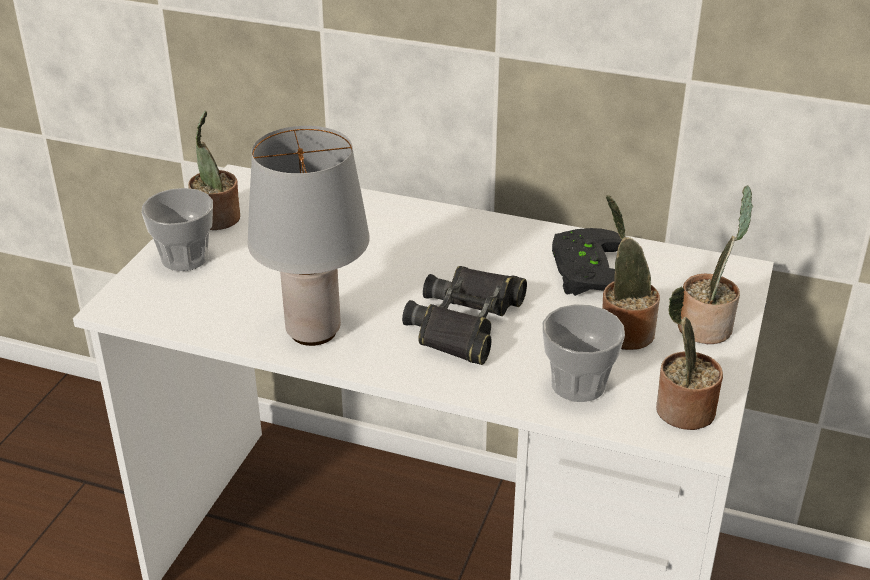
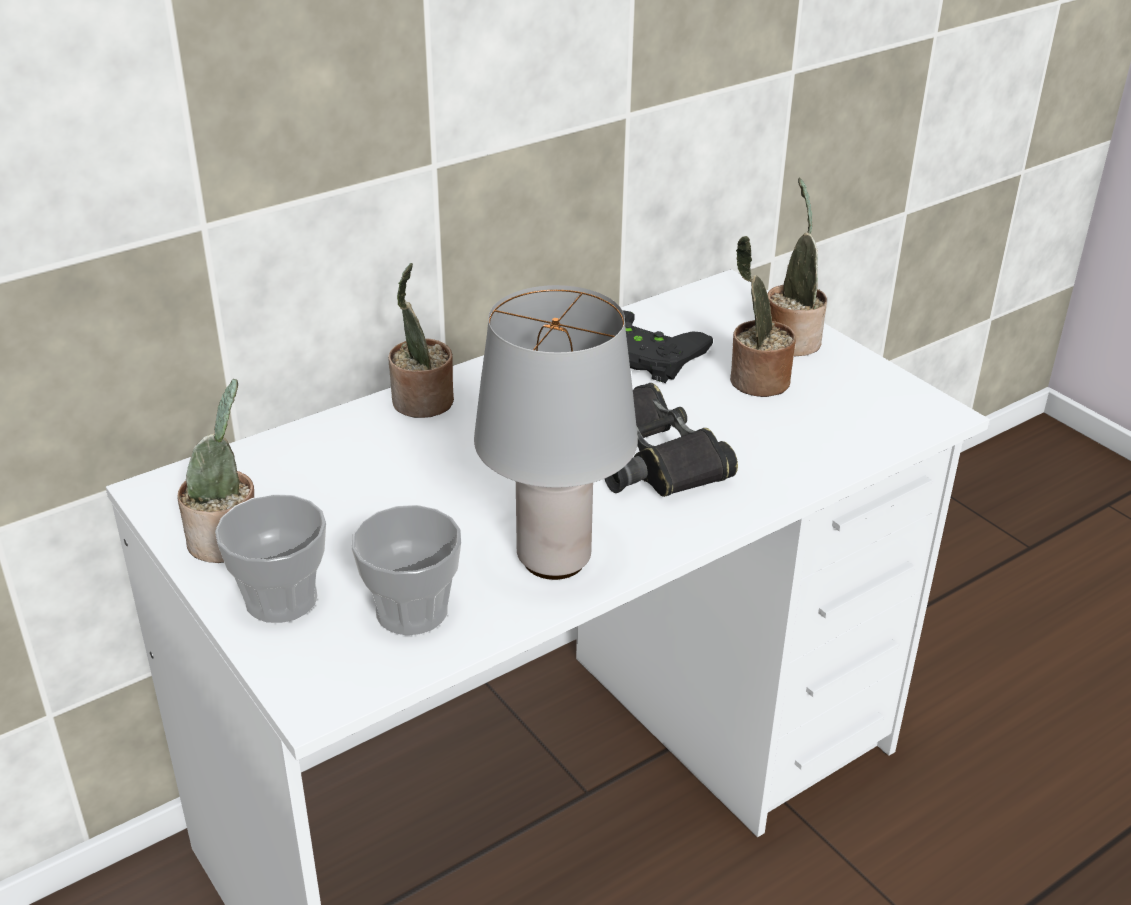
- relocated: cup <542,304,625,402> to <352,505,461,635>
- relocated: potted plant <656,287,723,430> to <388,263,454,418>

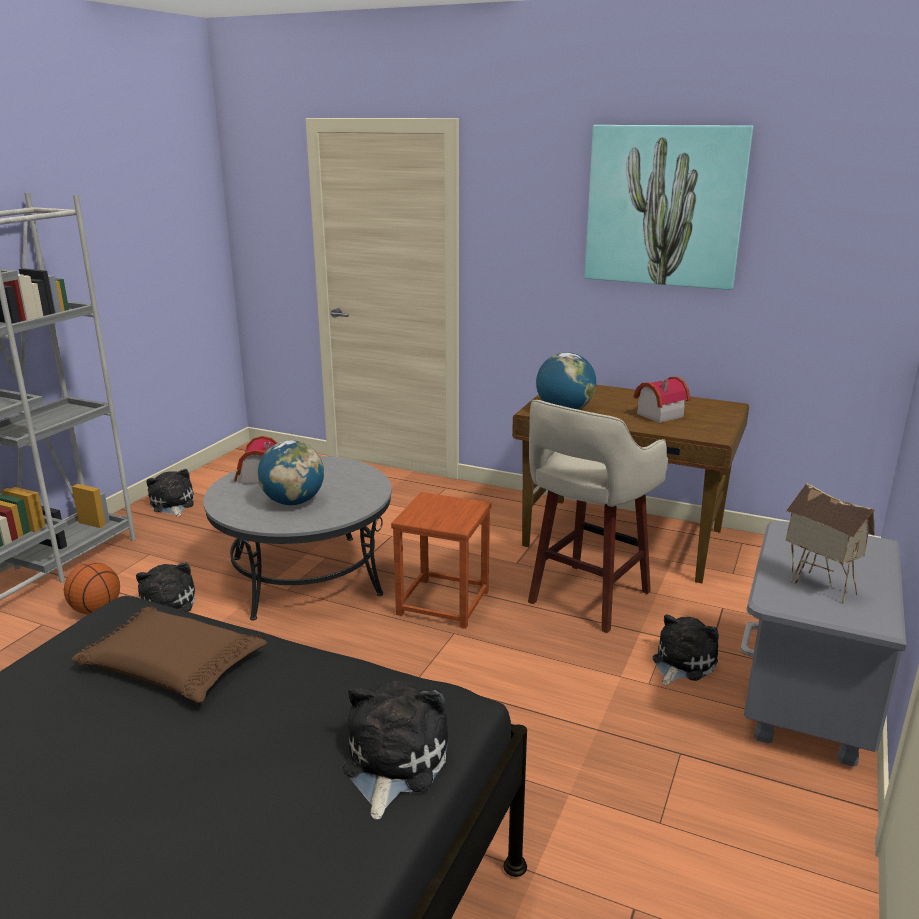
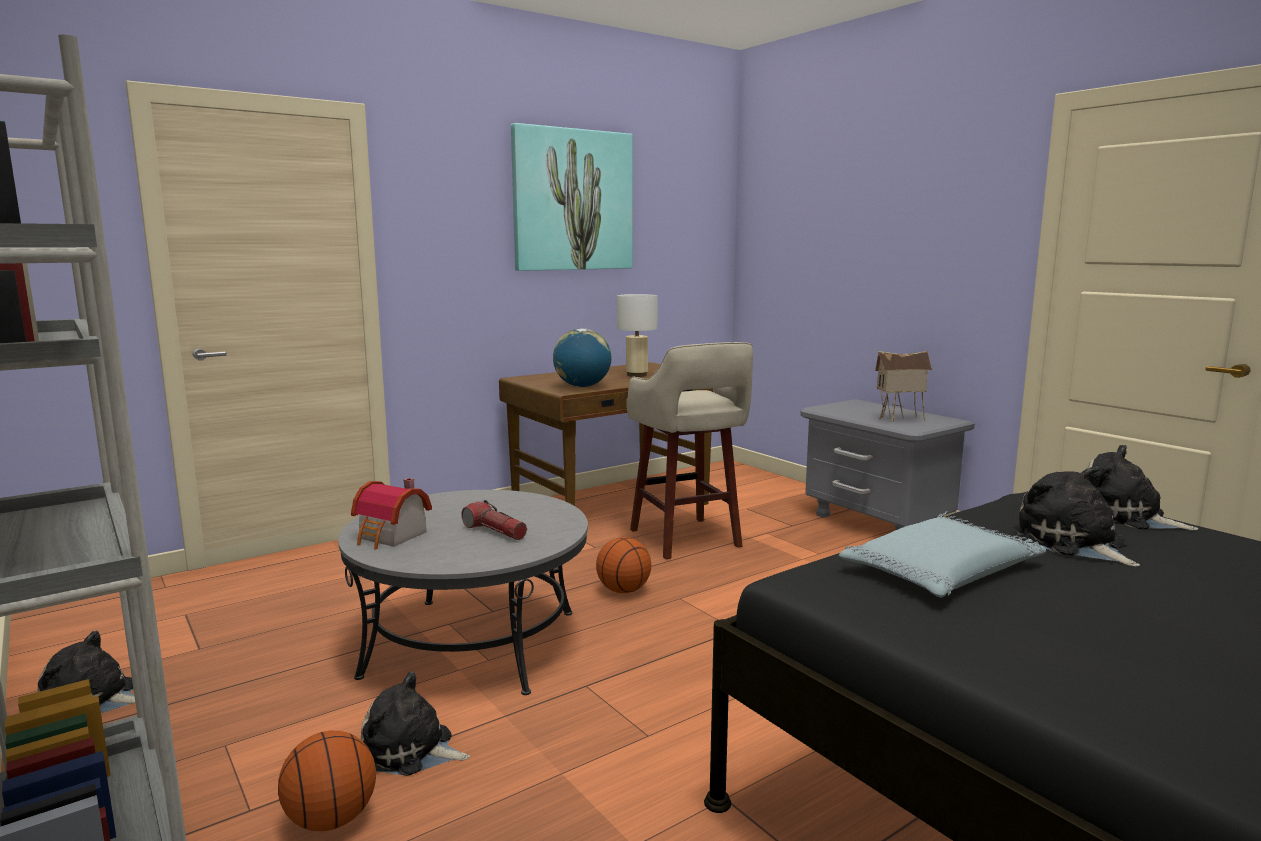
- exchanged: globe <258,440,324,505> to flashlight <461,500,527,540>
- exchanged: stool in brown <391,492,492,629> to basketball <596,537,651,593>
- exchanged: toy house <633,377,690,423> to table lamp in white <616,294,658,377>
- colour: pillow in brown <72,606,267,703> to pillow in blue <839,511,1046,598>
- relocated: plush toy <653,614,719,686> to <1014,466,1140,567>

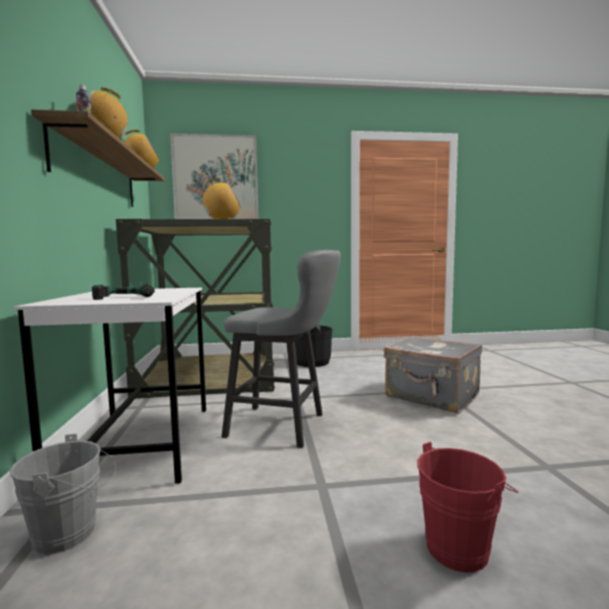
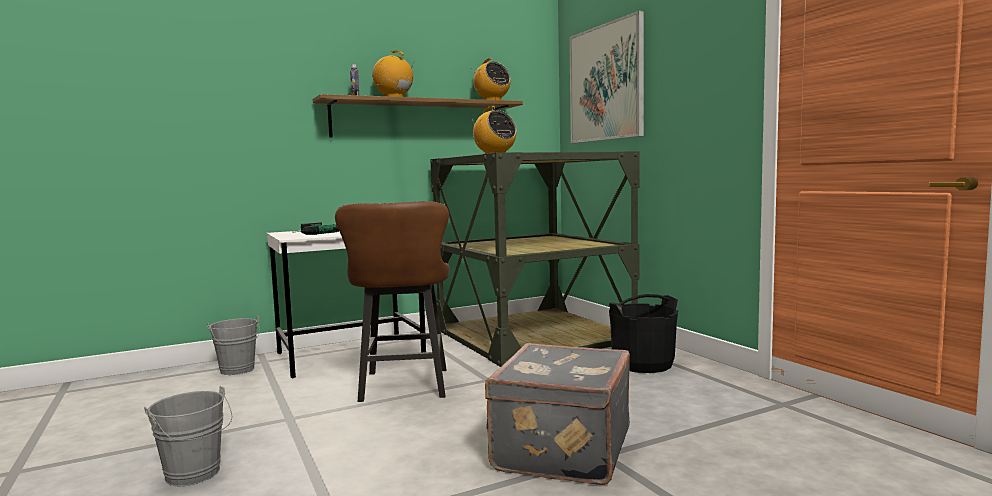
- colour: bucket in red <417,442,518,573> to bucket in grey <144,386,232,487>
- colour: stool in grey <221,249,341,448> to stool in brown <335,201,450,402>

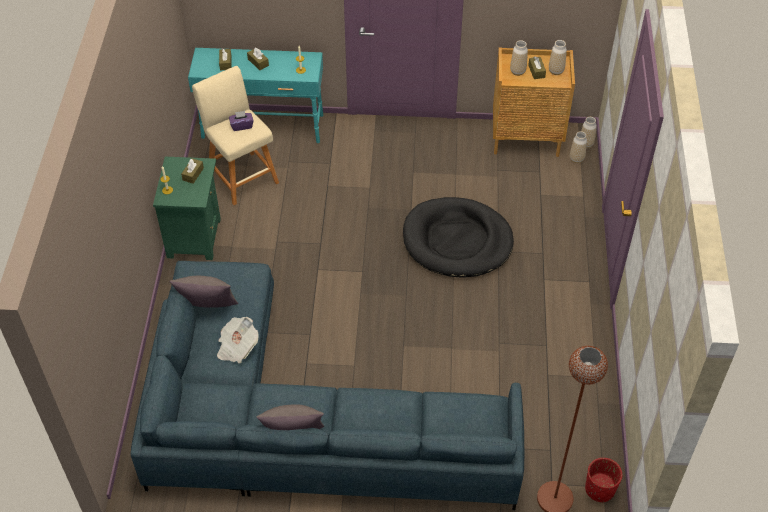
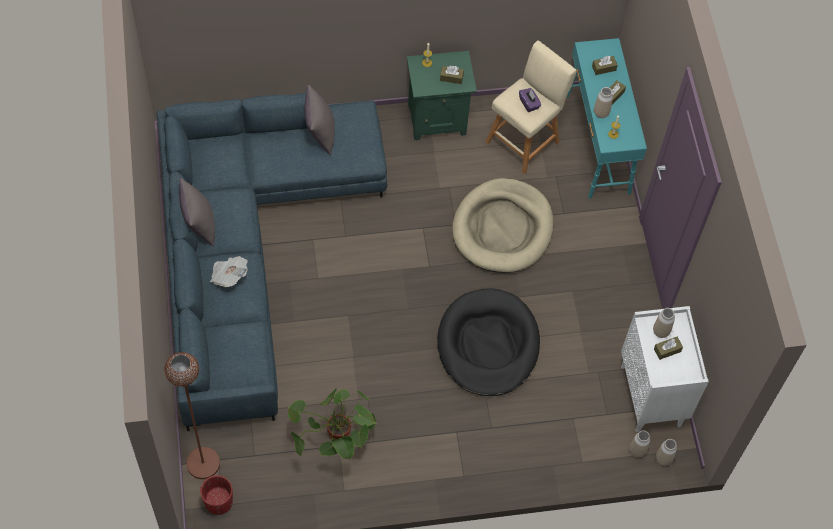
- relocated: newspaper <217,317,259,363> to <210,256,248,287>
- appeared: potted plant <288,388,376,459>
- appeared: dog bed in beige <452,178,554,273>
- relocated: vase <549,40,567,75> to <594,87,613,118>
- colour: cabinet in brown <493,47,575,157> to cabinet in white <621,306,709,432>

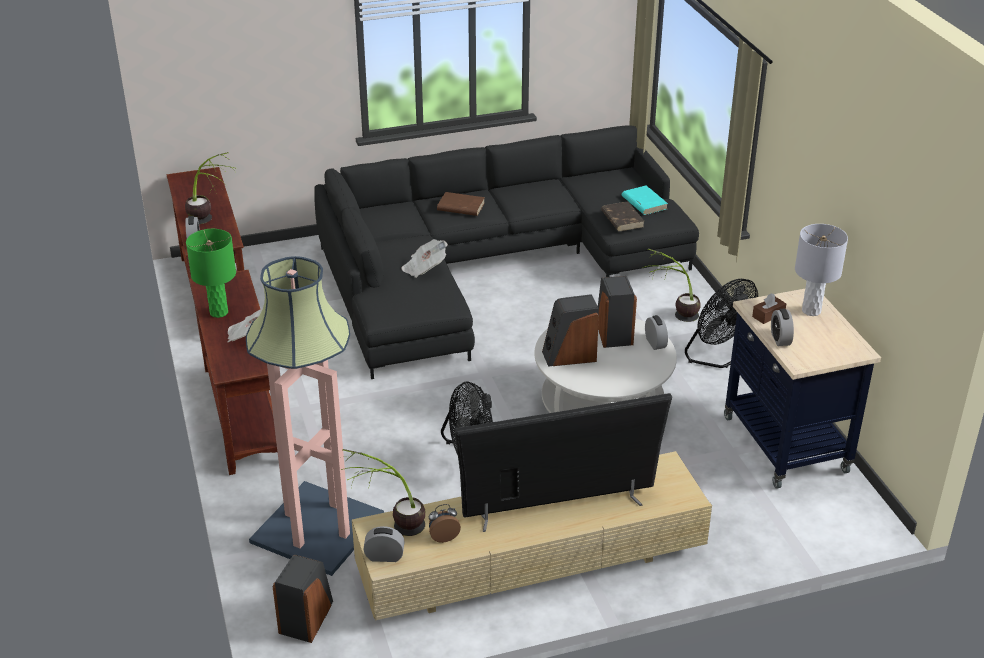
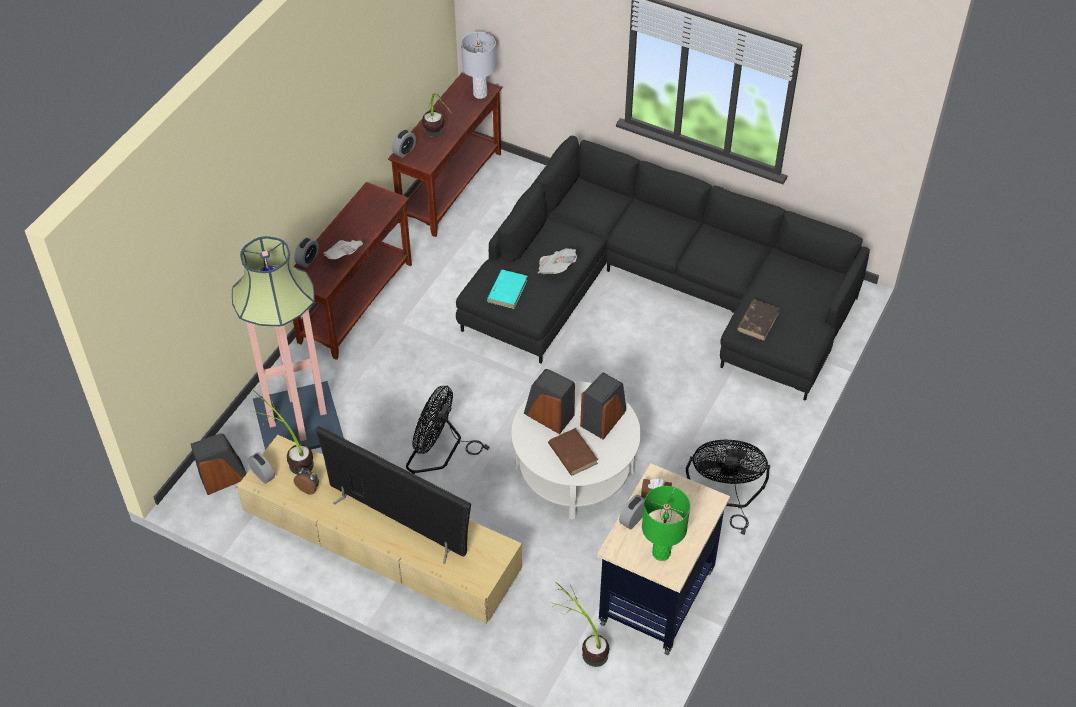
- relocated: alarm clock <645,315,668,350> to <294,237,319,267>
- relocated: table lamp in grey <795,224,848,316> to <461,32,496,99>
- relocated: book in turquoise <622,186,668,215> to <487,270,528,309>
- relocated: book in brown <437,192,485,216> to <548,428,598,475>
- relocated: potted plant <641,248,701,322> to <550,582,609,667>
- relocated: table lamp in green <186,229,236,318> to <642,486,690,561>

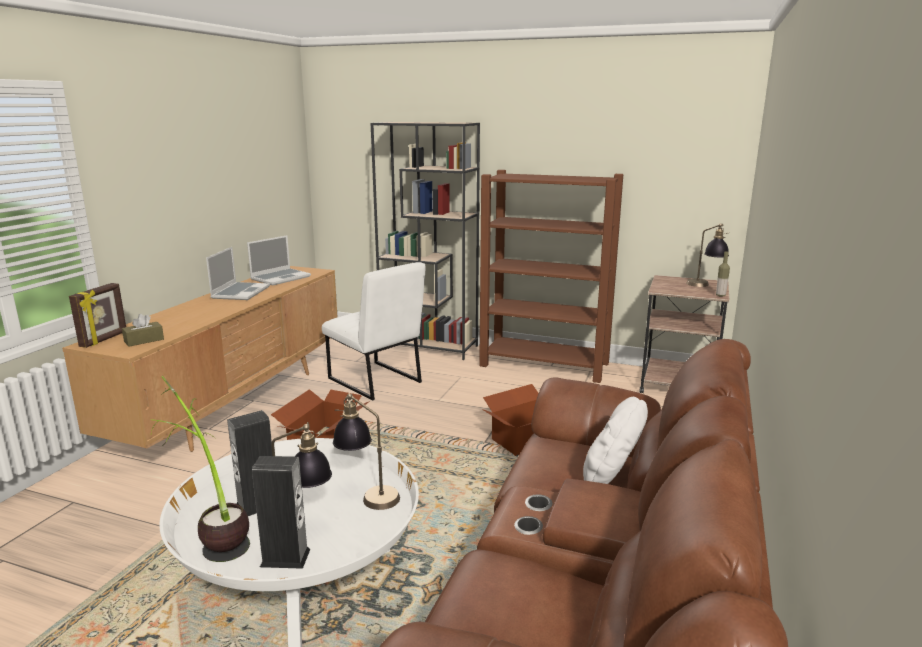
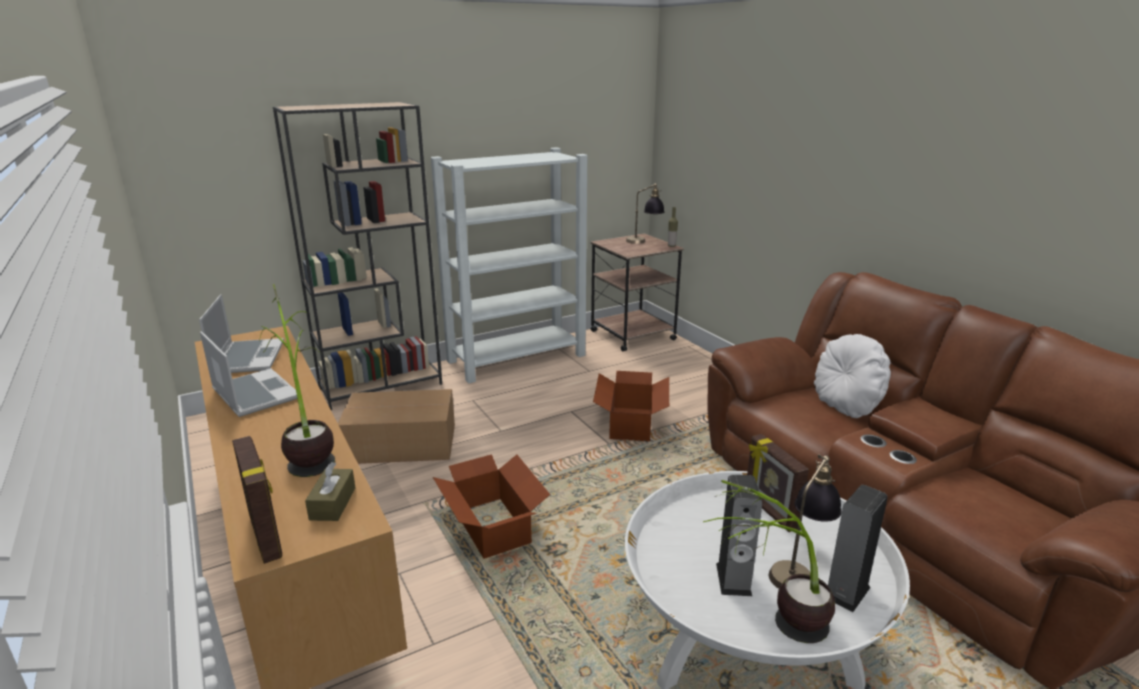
- appeared: potted plant <259,284,335,477>
- exchanged: chair in white <322,262,425,401> to cardboard box <338,389,455,464>
- colour: bookcase in brown <479,170,623,383> to bookcase in white <431,147,587,383>
- exchanged: table lamp <333,393,400,510> to picture frame <747,434,809,532>

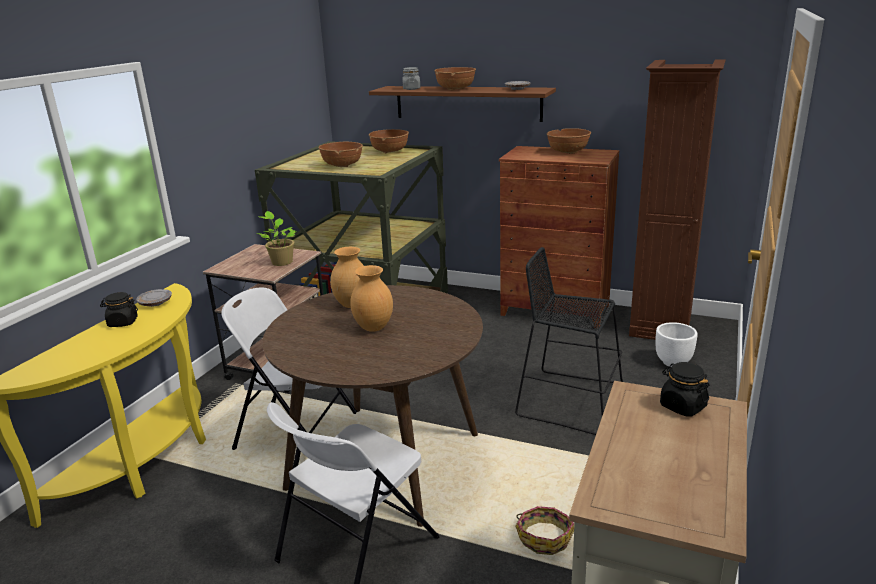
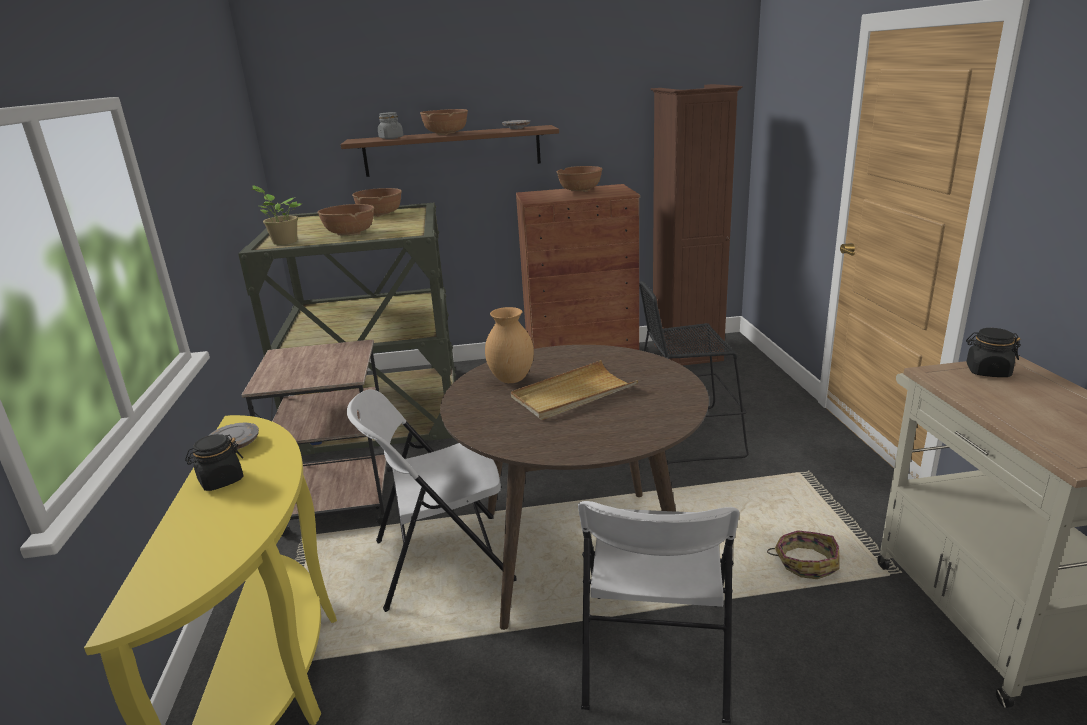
- relocated: potted plant <257,211,297,266> to <251,185,302,245>
- exchanged: vase in brown <350,265,393,332> to tray in beige <511,360,639,420>
- missing: planter in white <655,322,698,367>

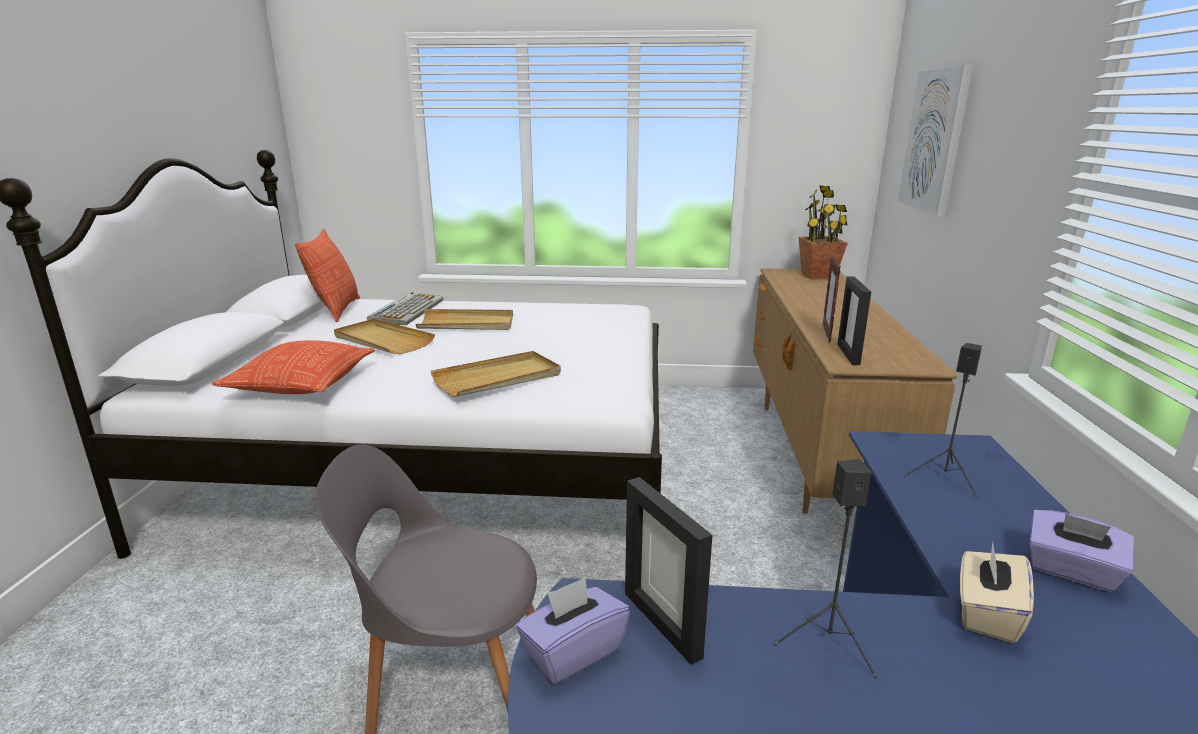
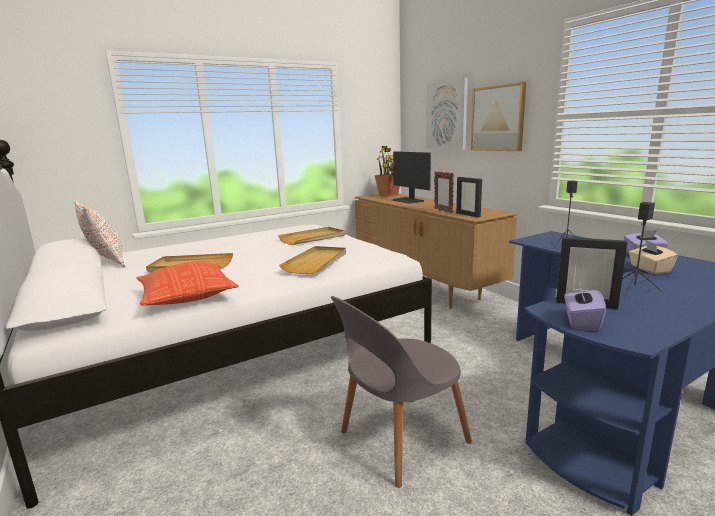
- colour: pillow in orange <295,229,360,322> to pillow in white <74,200,125,267>
- relocated: tray in beige <416,309,513,330> to <278,227,345,245>
- appeared: monitor <393,151,431,204>
- appeared: picture <471,82,526,151>
- missing: keyboard <367,292,443,325>

